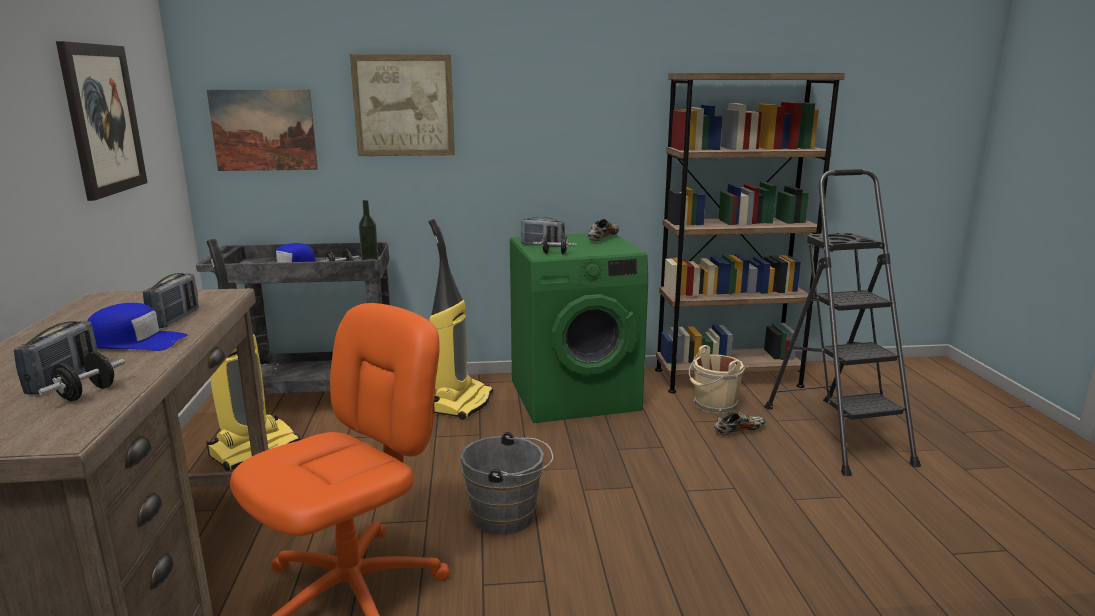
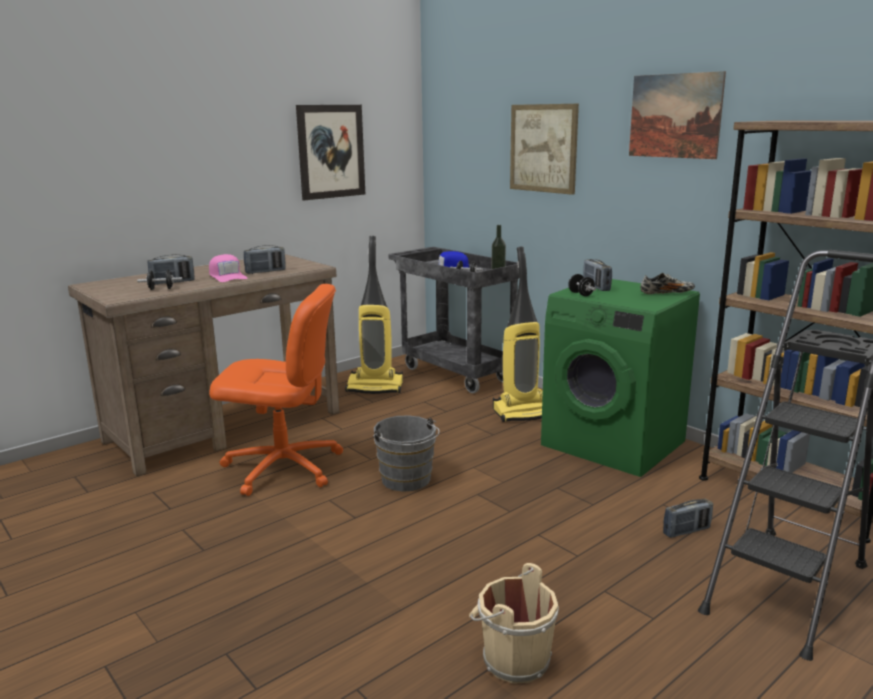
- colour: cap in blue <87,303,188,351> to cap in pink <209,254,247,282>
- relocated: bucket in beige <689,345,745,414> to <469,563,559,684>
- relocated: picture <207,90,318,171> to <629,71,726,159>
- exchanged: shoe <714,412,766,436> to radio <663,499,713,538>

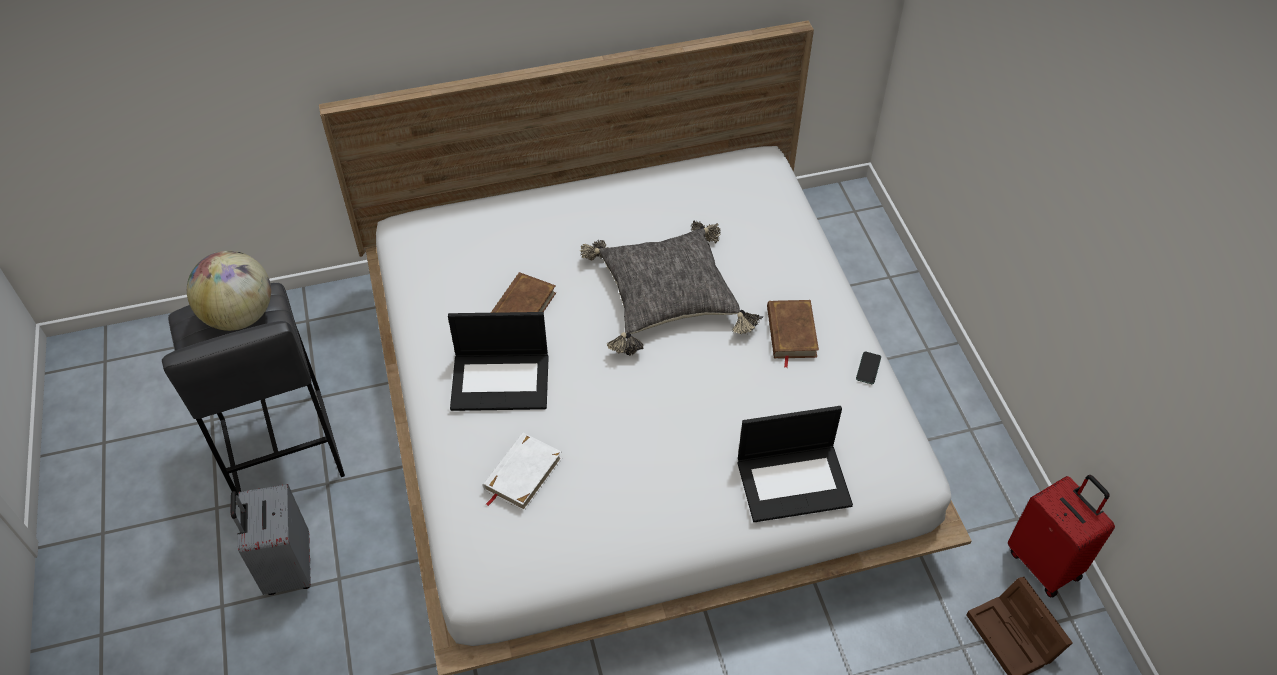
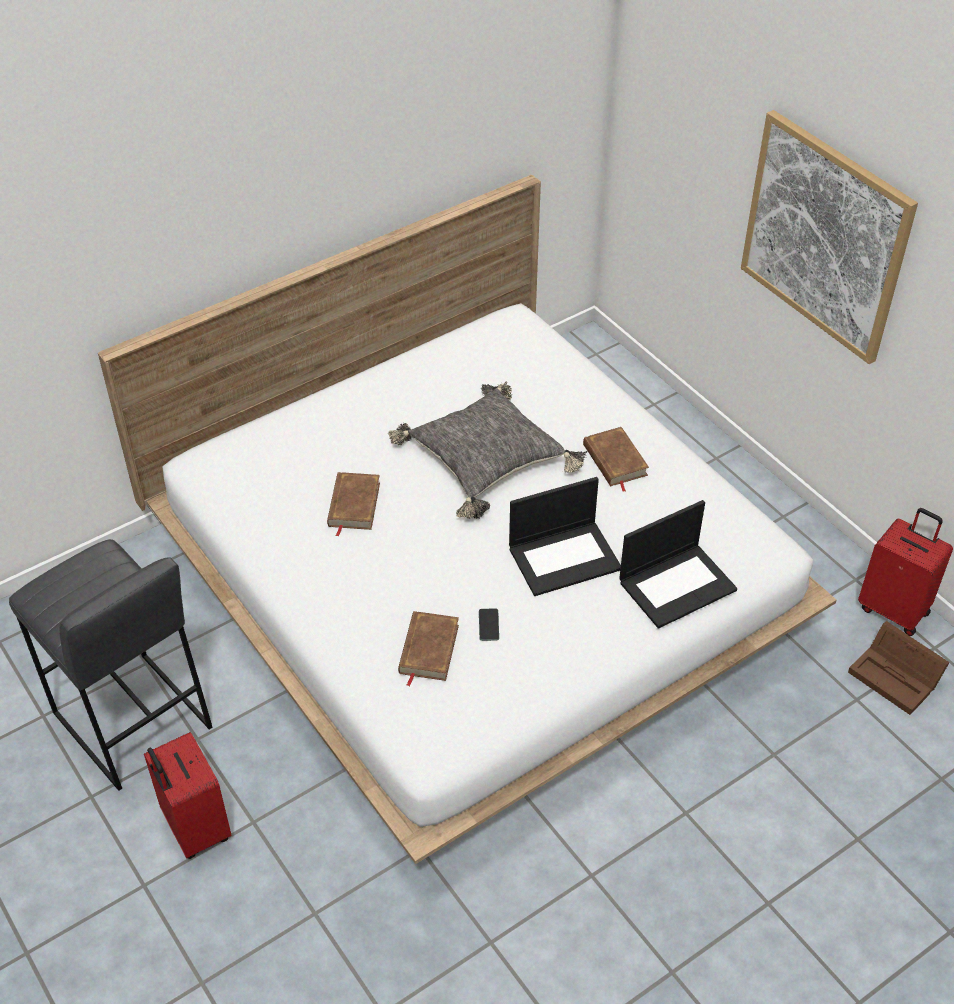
- colour: suitcase in grey <231,484,311,595> to suitcase in red <144,732,231,859>
- colour: book in white <483,432,562,511> to book in brown <398,611,459,687>
- relocated: phone <856,352,881,384> to <479,609,499,641>
- relocated: laptop <448,312,549,411> to <509,477,621,596>
- appeared: picture <741,110,918,364>
- missing: globe <187,251,271,331>

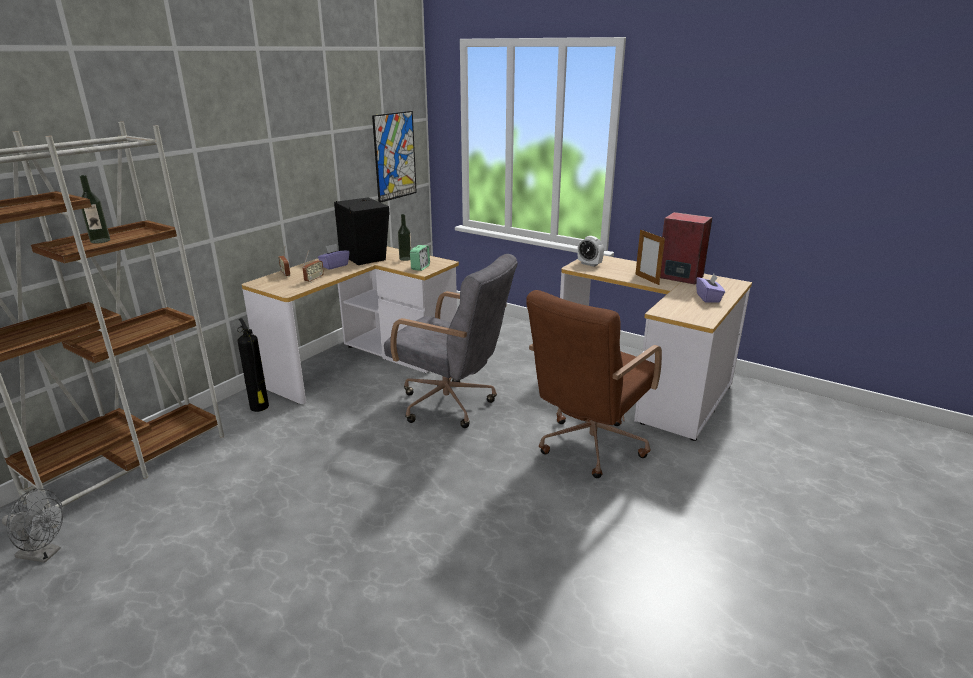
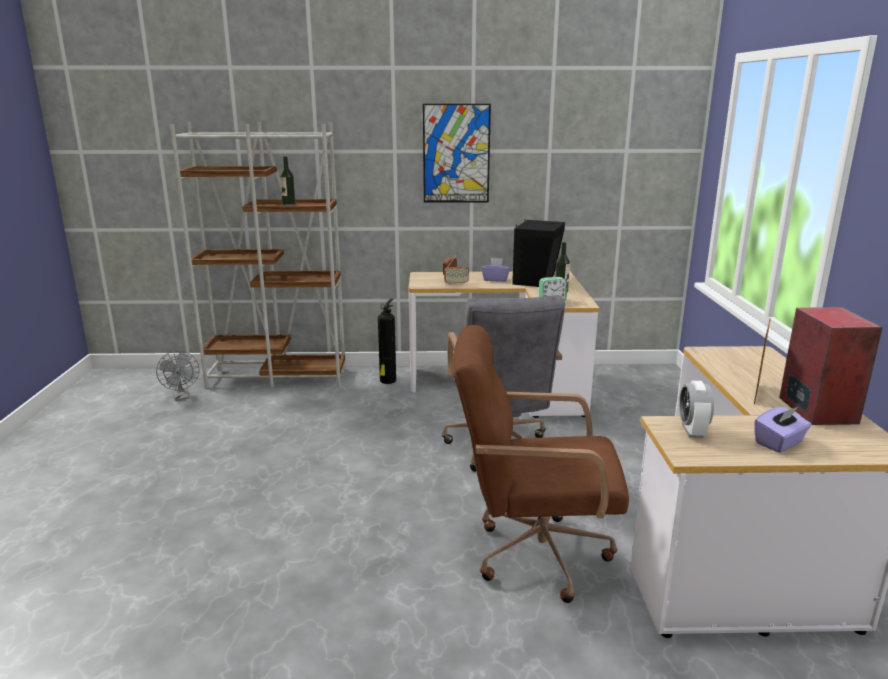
- relocated: picture <372,111,417,203> to <423,104,491,203>
- relocated: alarm clock <577,236,604,267> to <679,381,714,438>

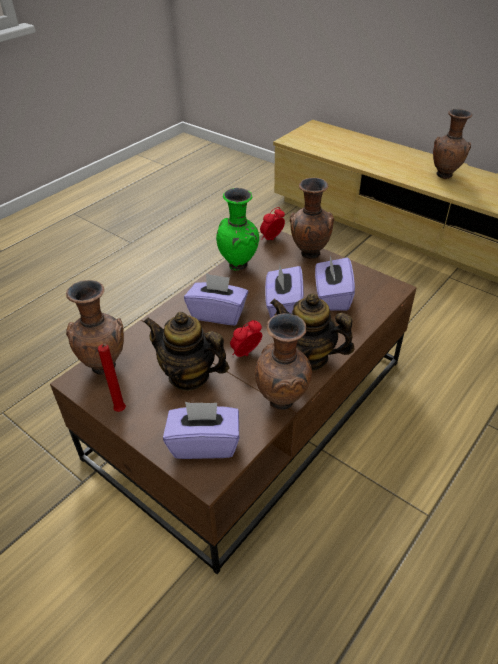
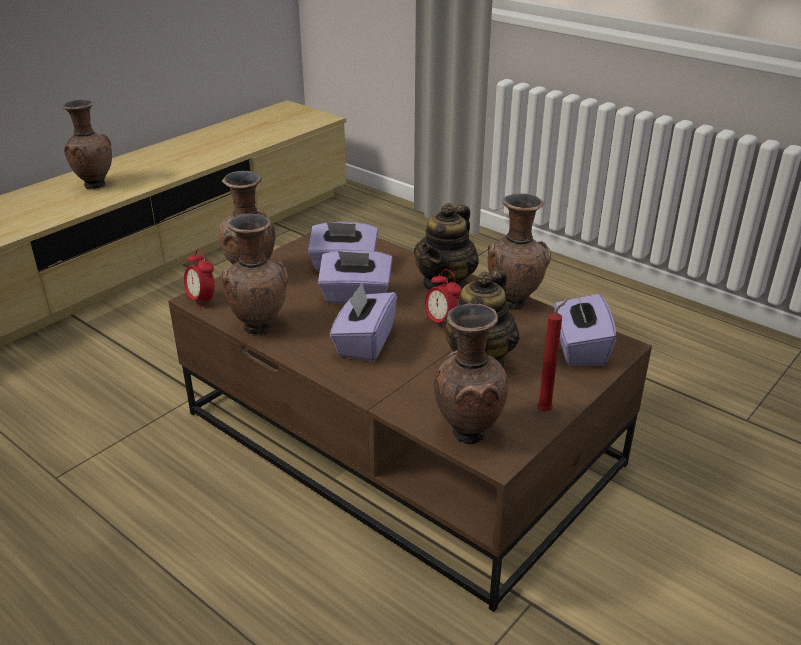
- colour: vase in green <216,188,259,271> to vase in brown <222,214,288,335>

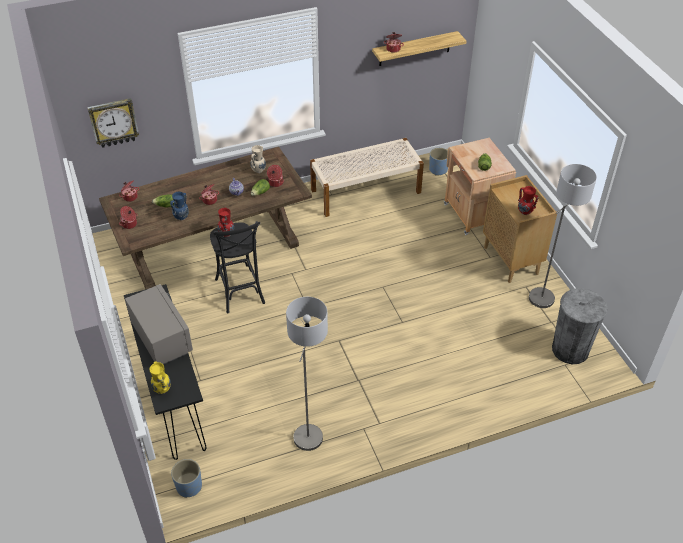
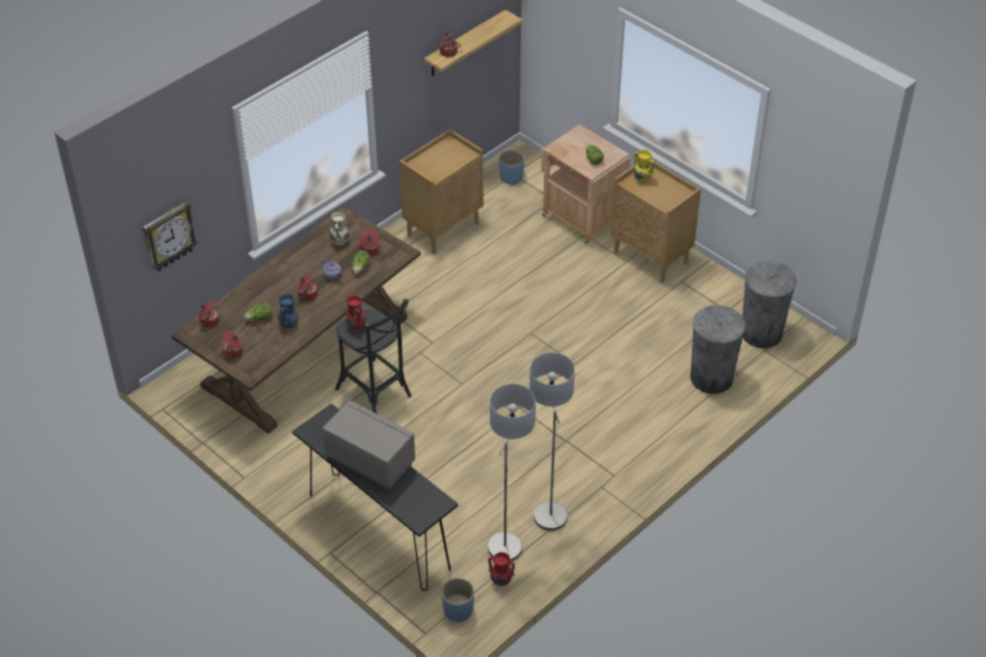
- exchanged: bench in beige <310,138,424,217> to cabinet in brown <399,129,483,254>
- relocated: floor lamp in grey <529,164,597,308> to <488,384,536,562>
- relocated: vase in red <518,186,538,215> to <488,552,515,586>
- relocated: vase in yellow <149,361,171,394> to <634,150,655,183>
- appeared: trash can in grey <690,305,746,394>

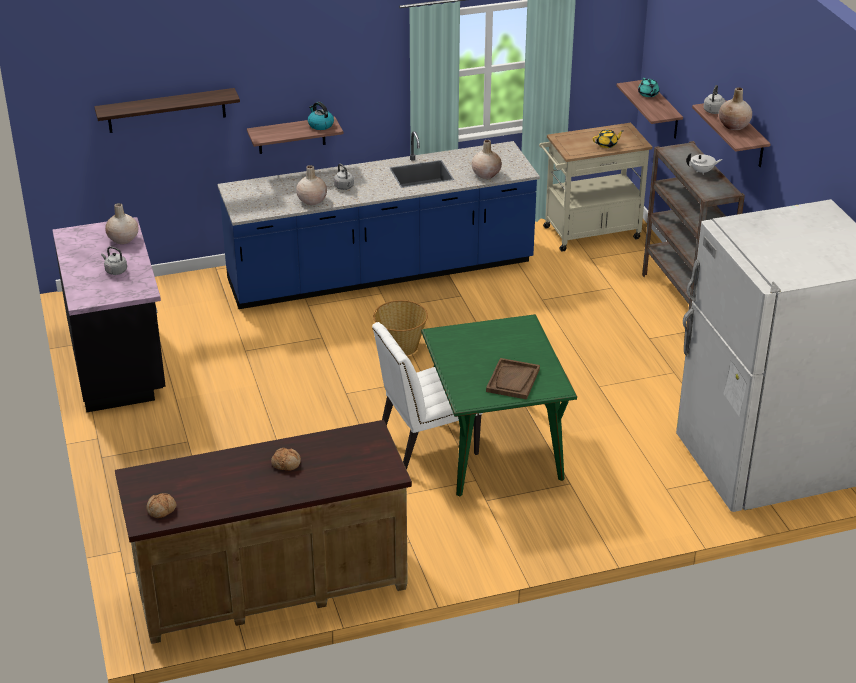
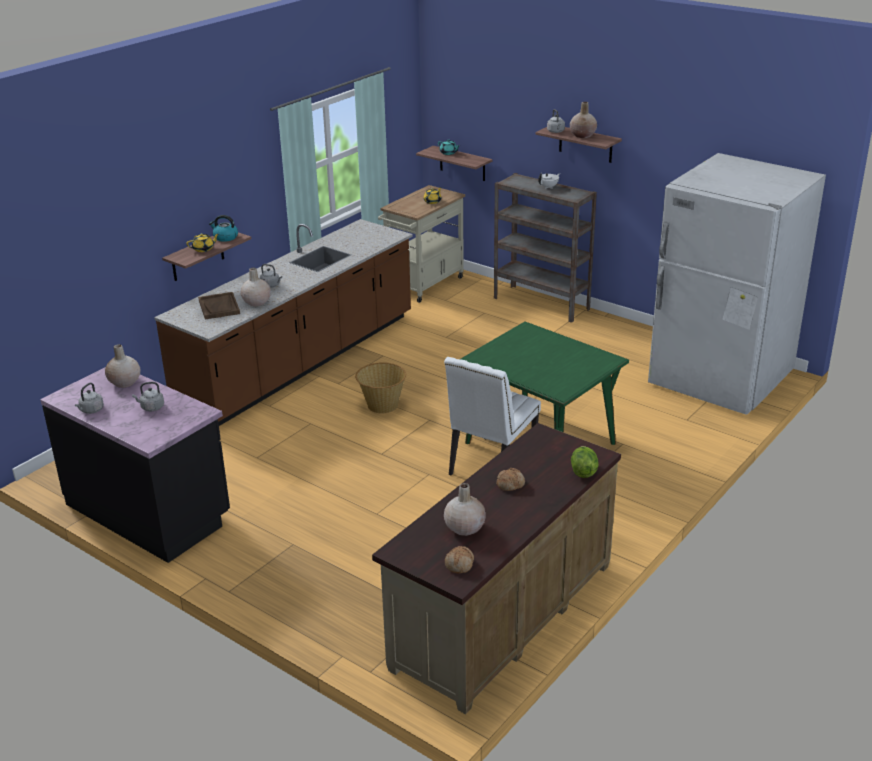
- appeared: kettle in grey <75,383,104,414>
- colour: counter in blue <217,131,540,309> to counter in brown <154,219,413,426>
- appeared: teapot in yellow <186,233,219,252>
- relocated: tray in brown <486,358,540,400> to <198,292,240,319>
- relocated: vase in beige <472,140,502,179> to <444,483,486,536>
- appeared: lettuce <571,446,599,478>
- missing: shelf <94,88,240,133>

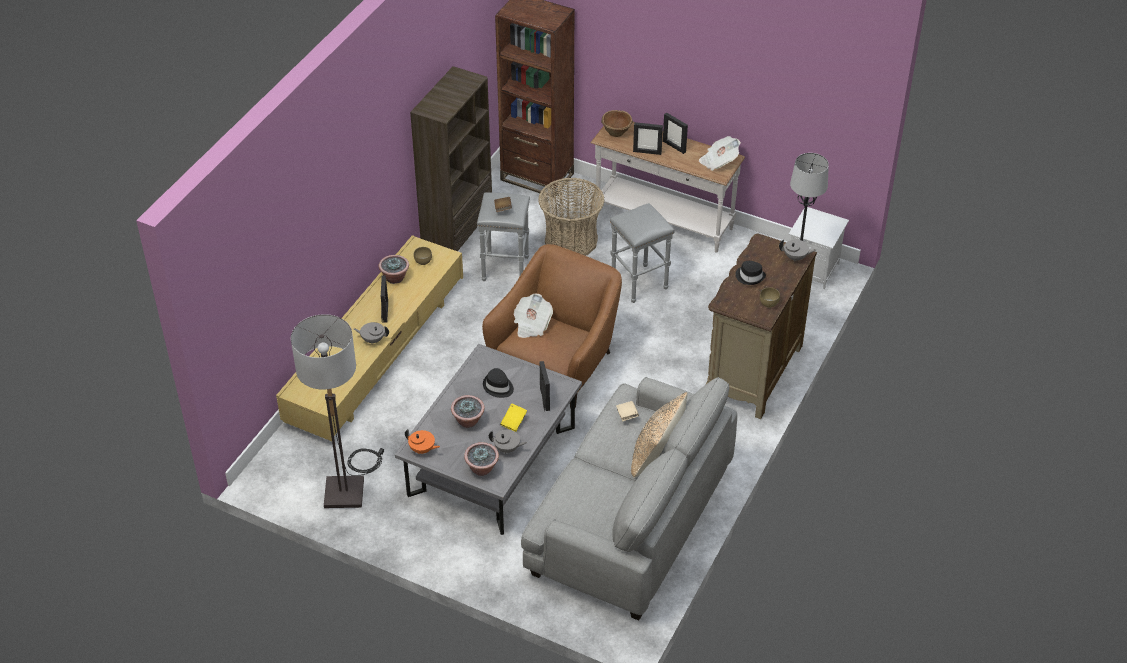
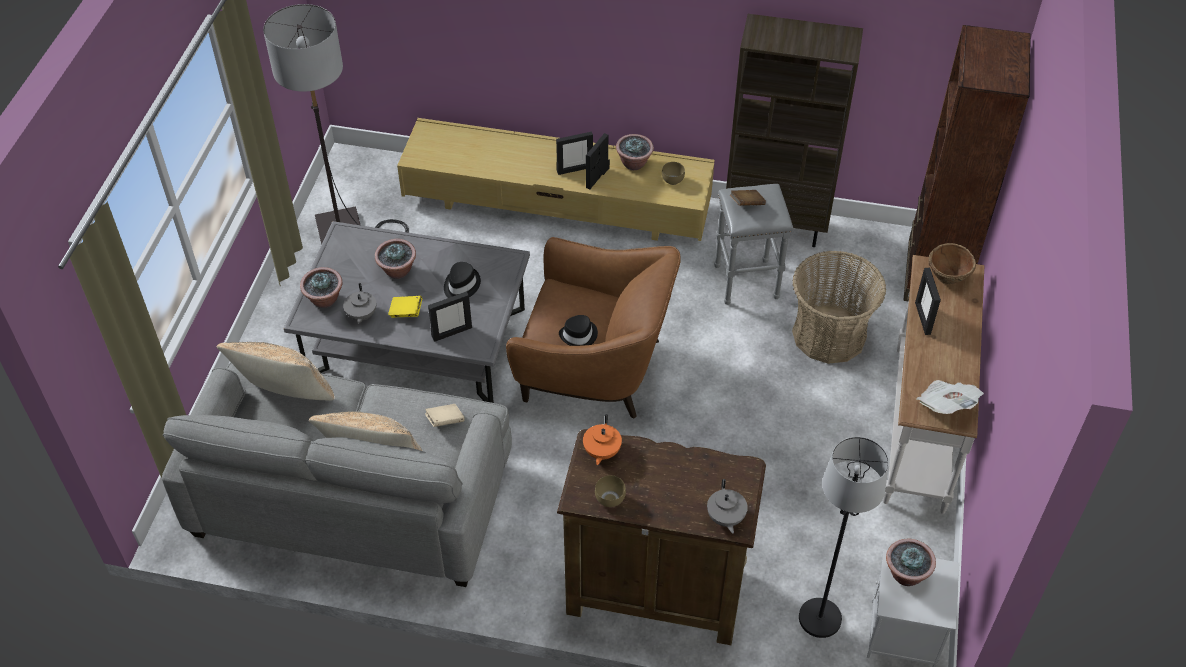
- appeared: pillow in beige <217,341,335,401>
- relocated: hat in black <736,261,766,285> to <559,315,598,346>
- relocated: teapot in orange <405,429,440,454> to <583,414,622,465>
- relocated: picture frame <663,113,688,154> to <586,133,610,189>
- appeared: potted plant <886,539,936,586>
- missing: teapot in grey <354,322,389,344>
- missing: newspaper <514,293,553,338>
- missing: stool in grey <610,203,675,303>

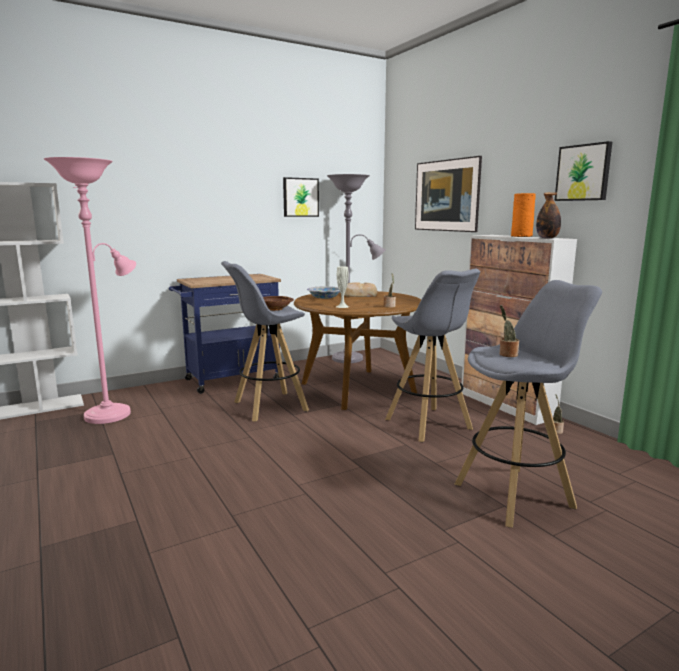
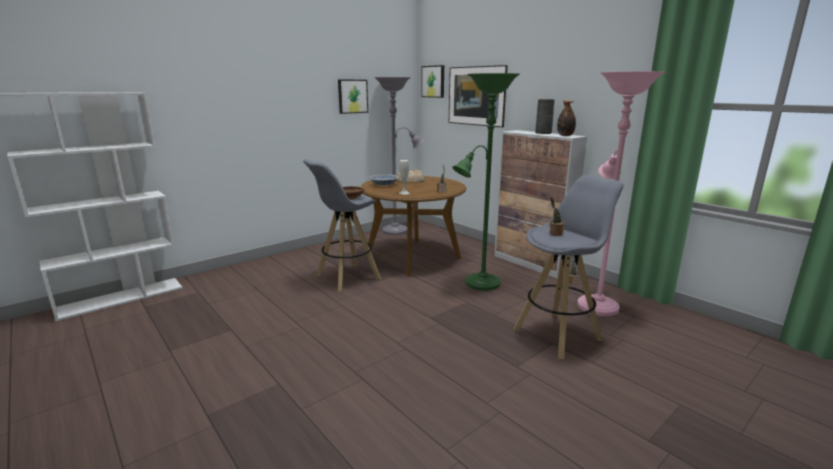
- relocated: picture <555,141,612,201> to <421,65,444,98>
- exchanged: stool in grey <385,269,480,442> to floor lamp in green <452,73,520,291>
- colour: vase in orange <511,193,536,237> to vase in grey <535,99,554,134>
- relocated: floor lamp in pink <44,157,136,424> to <577,71,665,316>
- missing: cart in blue <169,274,281,394>

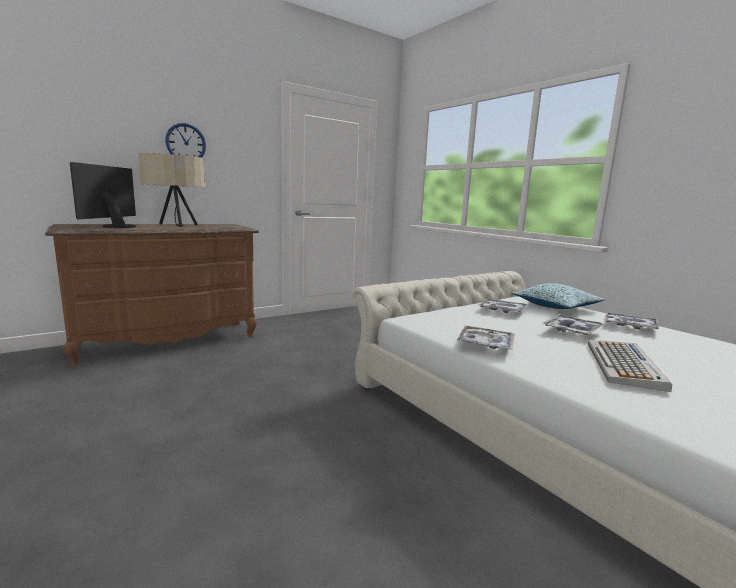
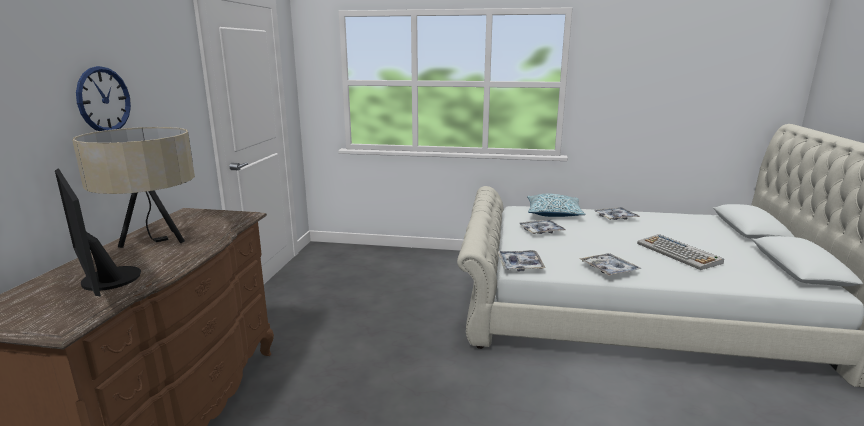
- relocated: tray <542,315,604,335> to <498,250,545,272>

